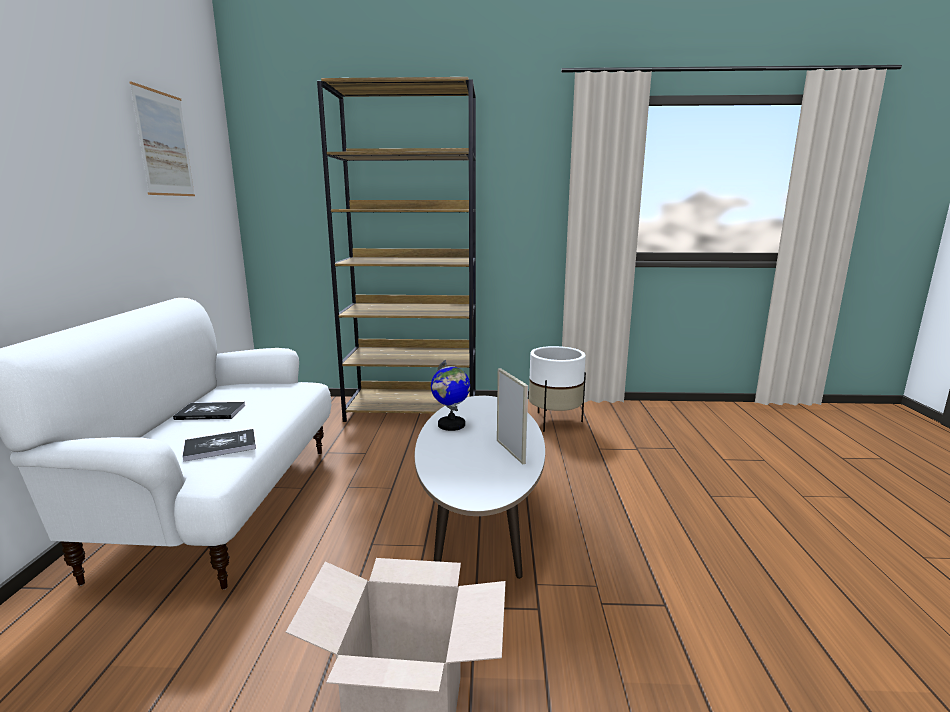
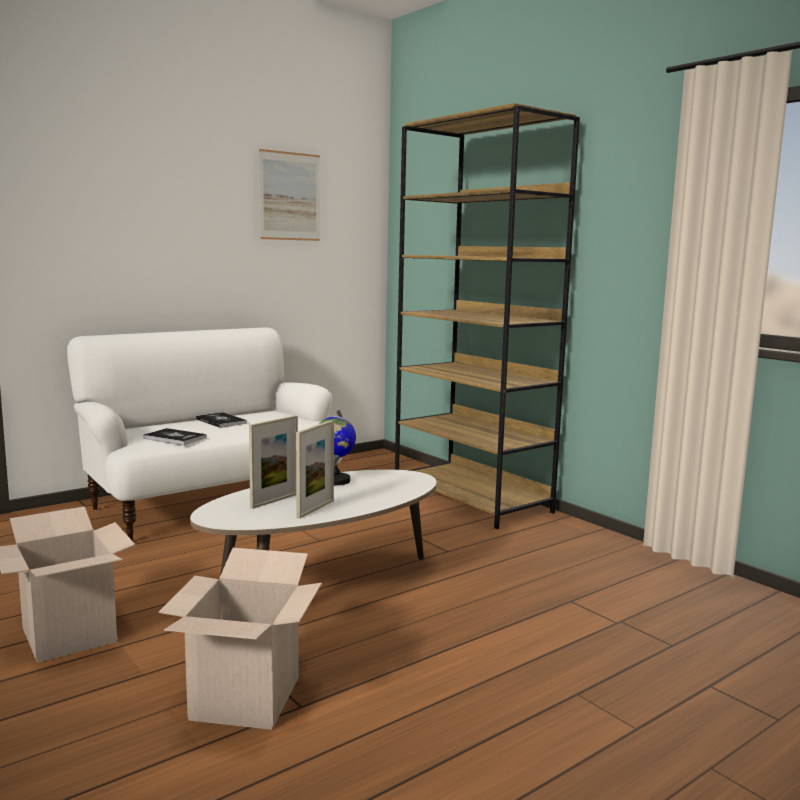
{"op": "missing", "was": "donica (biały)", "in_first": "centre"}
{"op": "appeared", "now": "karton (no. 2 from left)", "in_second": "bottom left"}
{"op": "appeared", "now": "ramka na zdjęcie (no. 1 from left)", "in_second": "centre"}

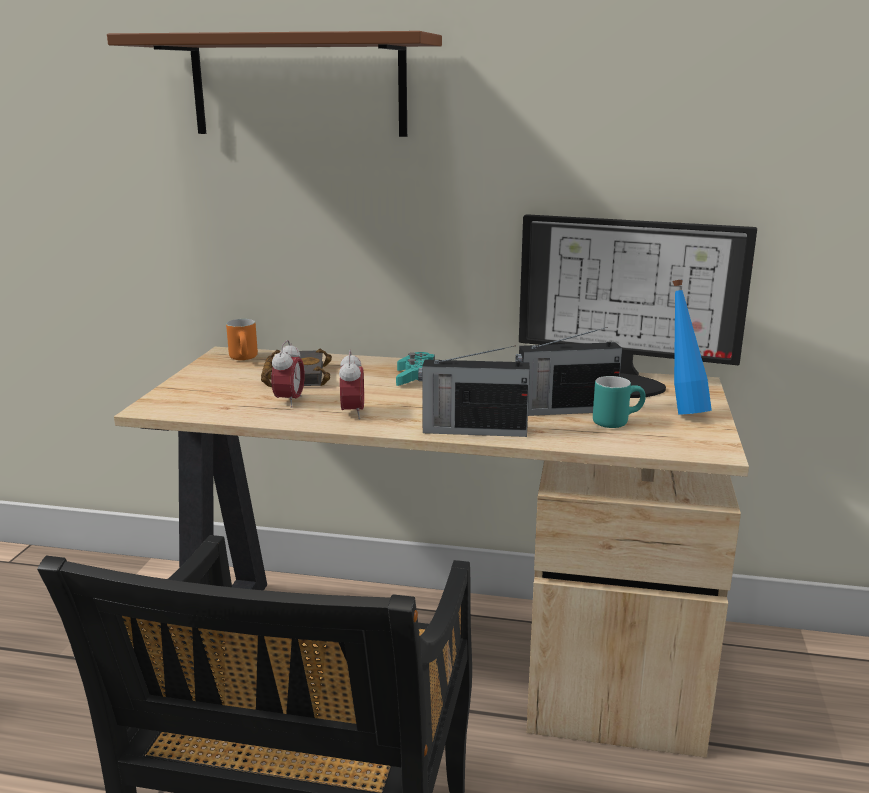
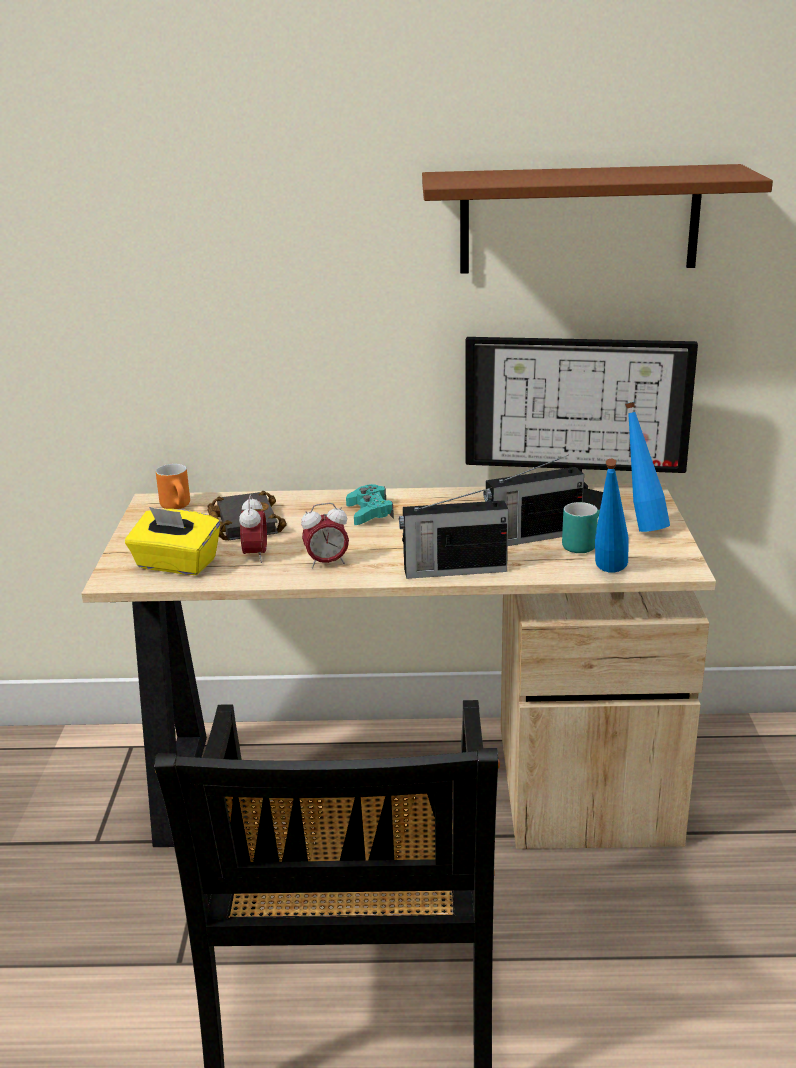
{"op": "appeared", "now": "pudełko chusteczek (żółty)", "in_second": "middle left"}
{"op": "appeared", "now": "butelka (niebieski) (no. 1 from left)", "in_second": "middle right"}
{"op": "relocated", "was": "półka (brązowy)", "in_first": "top left", "in_second": "top right"}
{"op": "spun", "was": "budzik (no. 2 from left)", "in_first": "centre", "in_second": "centre", "clockwise": 90}

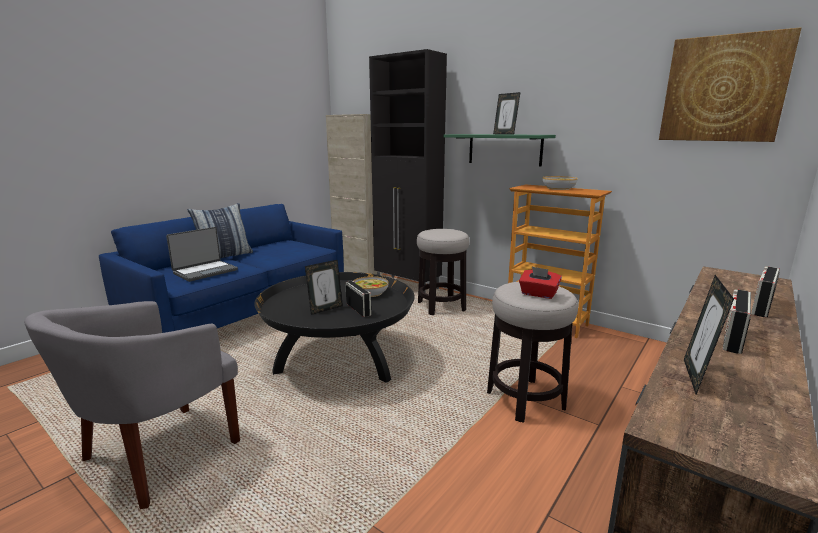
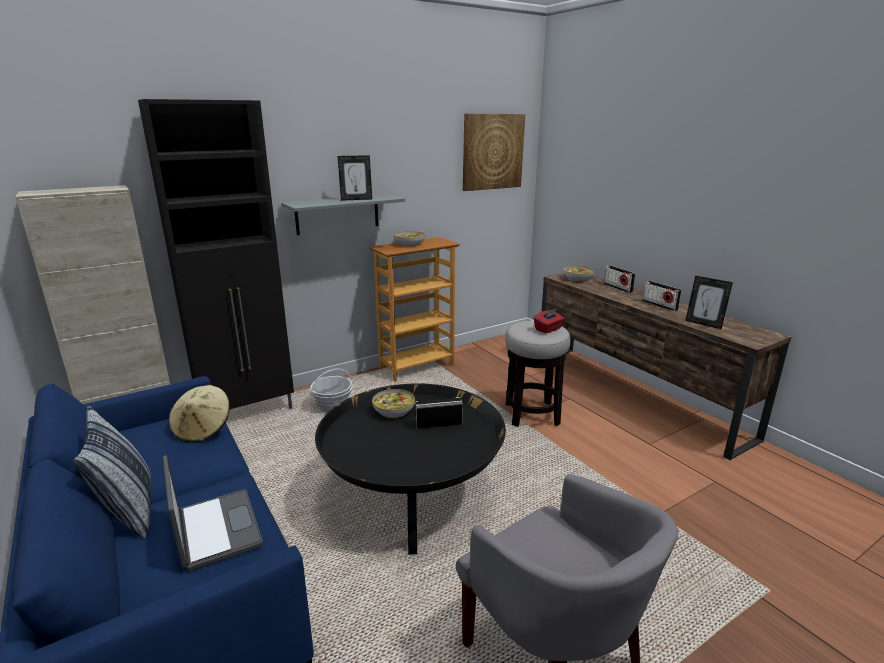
{"op": "missing", "was": "ramka na zdjęcie (no. 1 from left)", "in_first": "centre"}
{"op": "appeared", "now": "kapelusz (beżowy)", "in_second": "middle left"}
{"op": "appeared", "now": "miska (no. 3 from left)", "in_second": "centre"}
{"op": "exchanged", "was": "stołek (no. 1 from left)", "now": "koszyk", "in_first": "centre", "in_second": "centre"}
{"op": "colour", "was": "półka (zielony)", "now": "półka (szary)", "in_first": "top centre", "in_second": "top centre"}

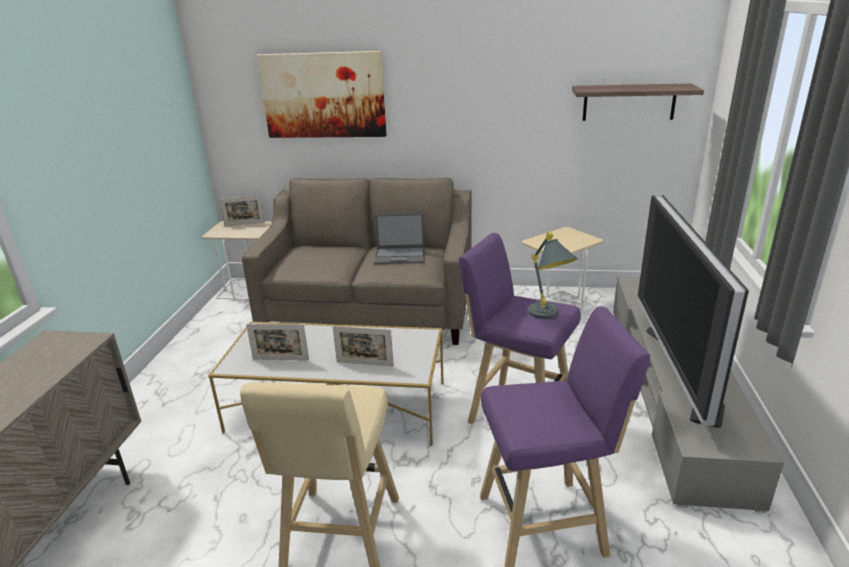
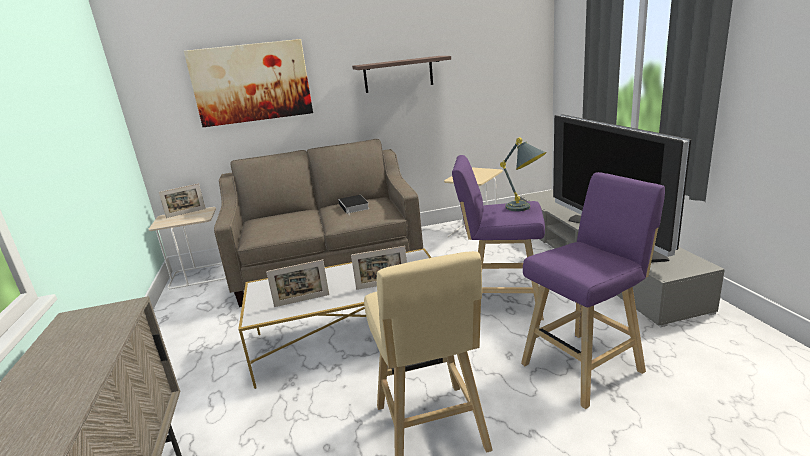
{"op": "relocated", "was": "półka", "in_first": "top right", "in_second": "top centre"}
{"op": "exchanged", "was": "laptop", "now": "książka", "in_first": "centre", "in_second": "centre"}

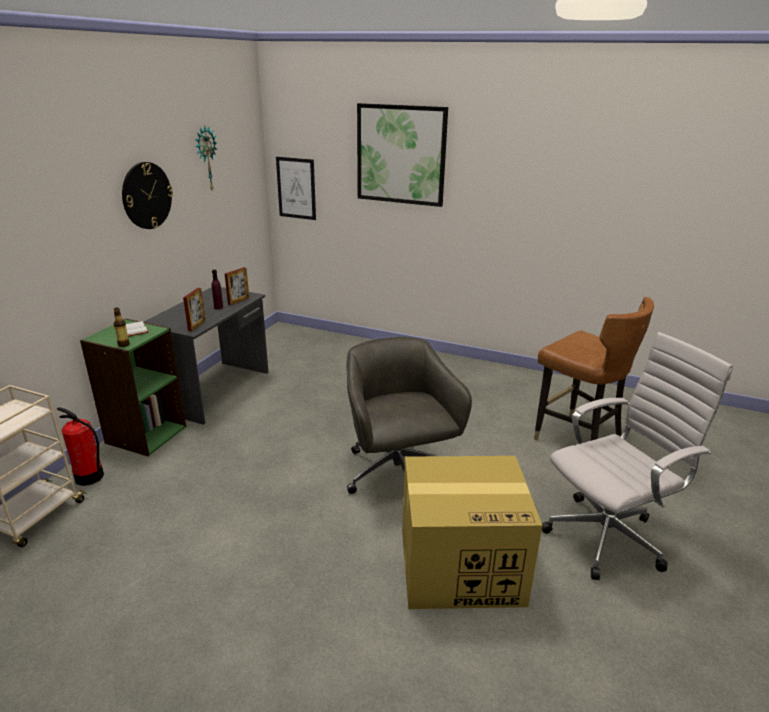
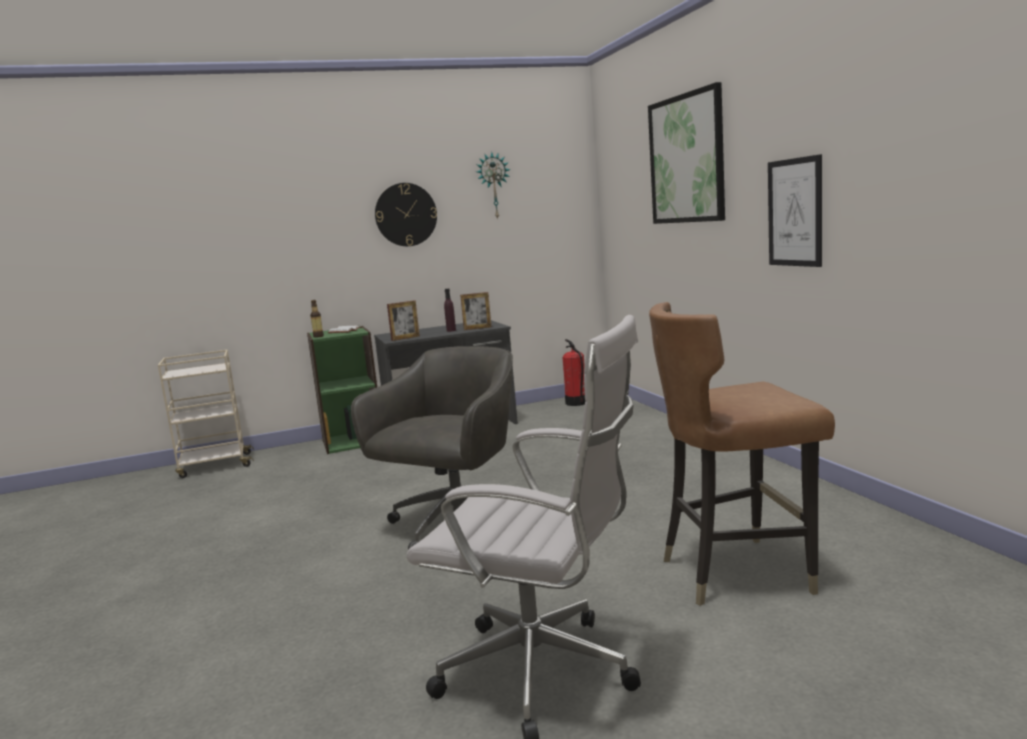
{"op": "missing", "was": "karton", "in_first": "bottom centre"}
{"op": "relocated", "was": "gaśnica", "in_first": "middle left", "in_second": "centre"}
{"op": "relocated", "was": "obraz (no. 1 from left in the first image)", "now": "obraz (no. 2 from left)", "in_first": "top centre", "in_second": "top right"}
{"op": "spun", "was": "krzesło (brązowy)", "in_first": "middle right", "in_second": "middle right", "clockwise": 75}

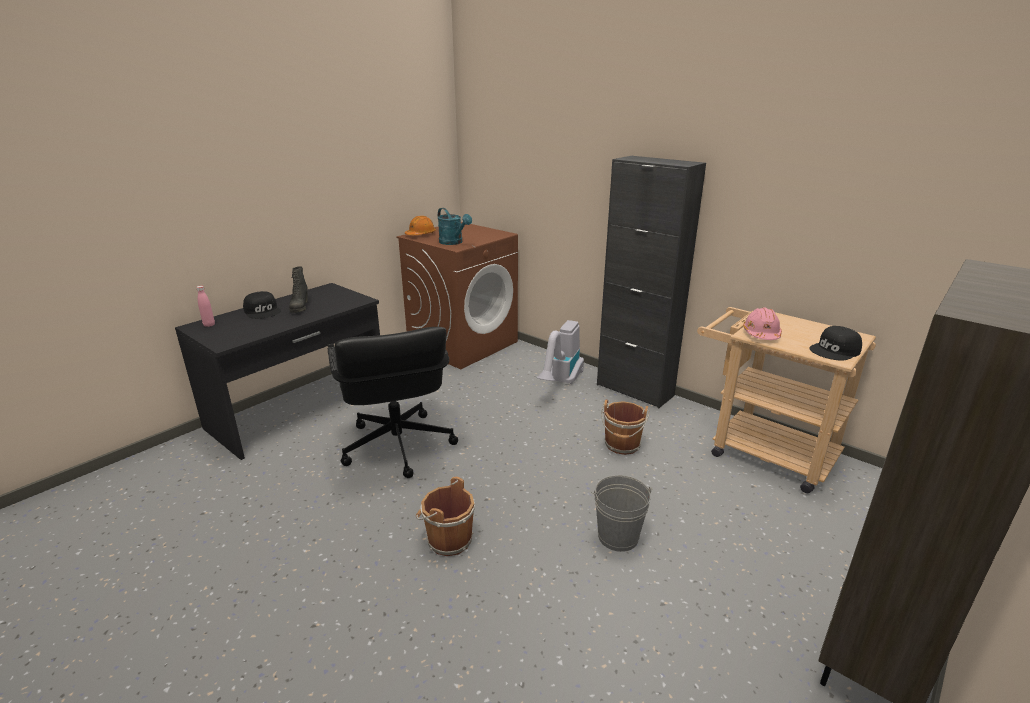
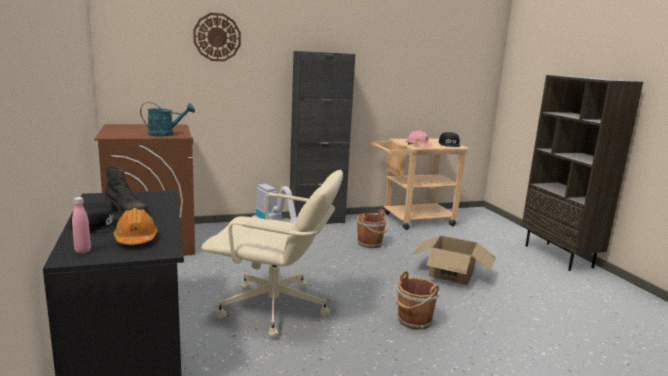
{"op": "appeared", "now": "zegar ścienny", "in_second": "top left"}
{"op": "relocated", "was": "kask (pomarańczowy)", "in_first": "top centre", "in_second": "middle left"}
{"op": "exchanged", "was": "wiadro (szary)", "now": "karton", "in_first": "bottom centre", "in_second": "bottom right"}
{"op": "colour", "was": "krzesło biurowe (czarny)", "now": "krzesło biurowe (beżowy)", "in_first": "centre", "in_second": "bottom centre"}

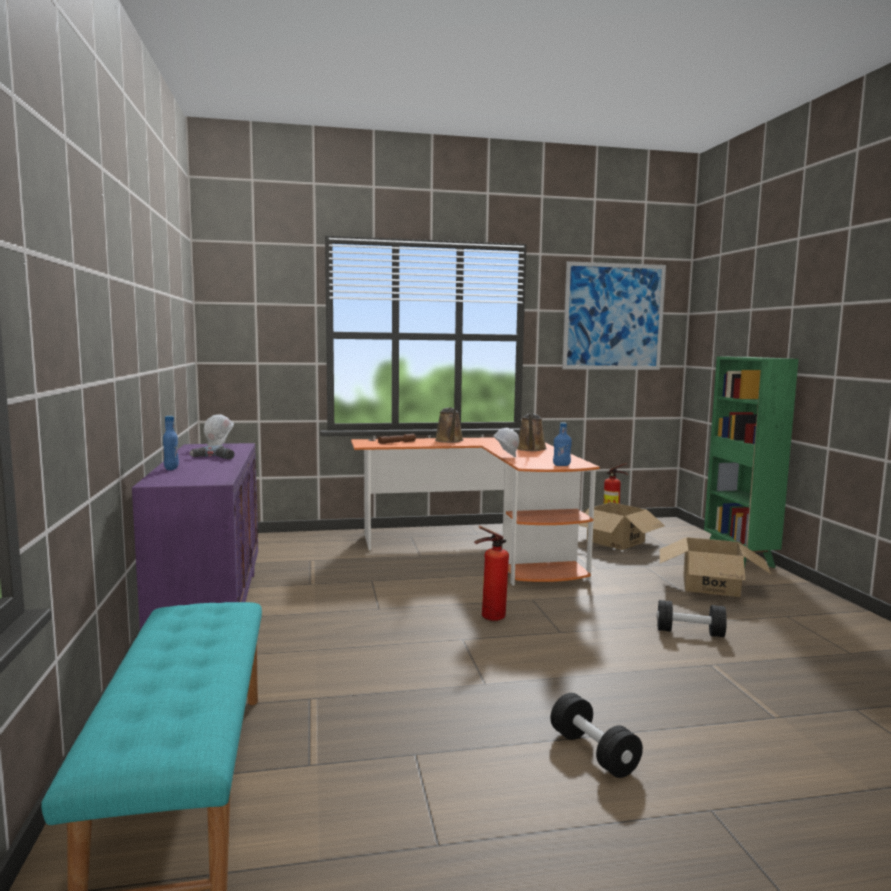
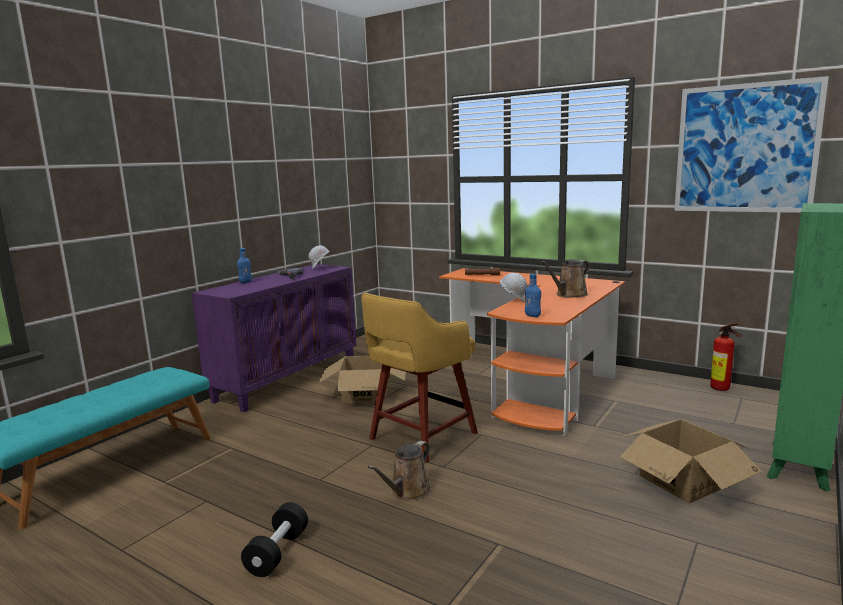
{"op": "missing", "was": "hantel (czarny) (no. 2 from left)", "in_first": "bottom right"}
{"op": "relocated", "was": "konewka (brązowy) (no. 1 from left)", "in_first": "centre", "in_second": "bottom centre"}
{"op": "relocated", "was": "karton (no. 1 from left)", "in_first": "middle right", "in_second": "centre"}
{"op": "exchanged", "was": "gaśnica (no. 1 from left)", "now": "stołek (żółty)", "in_first": "centre", "in_second": "centre"}

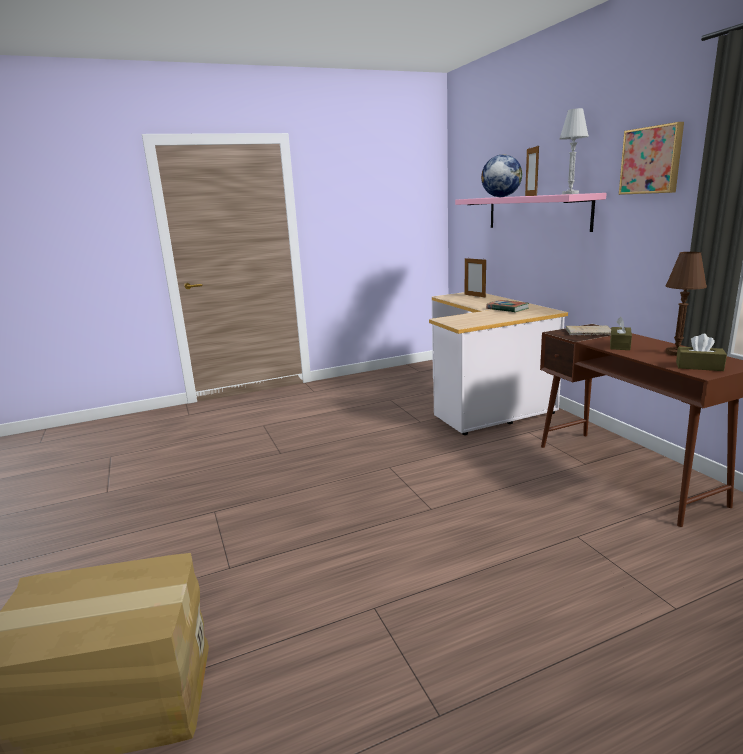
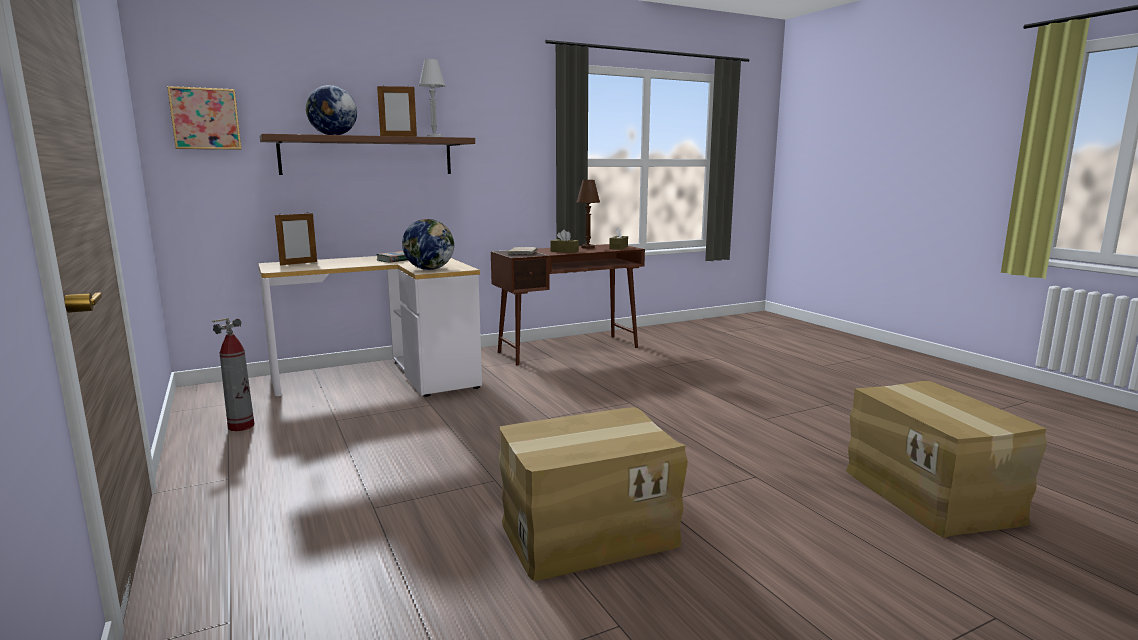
{"op": "appeared", "now": "gaśnica", "in_second": "middle left"}
{"op": "appeared", "now": "globus (no. 2 from left)", "in_second": "centre"}
{"op": "appeared", "now": "karton (no. 1 from left)", "in_second": "bottom centre"}
{"op": "relocated", "was": "obraz", "in_first": "top right", "in_second": "top left"}
{"op": "colour", "was": "półka (różowy)", "now": "półka (brązowy)", "in_first": "top right", "in_second": "top left"}

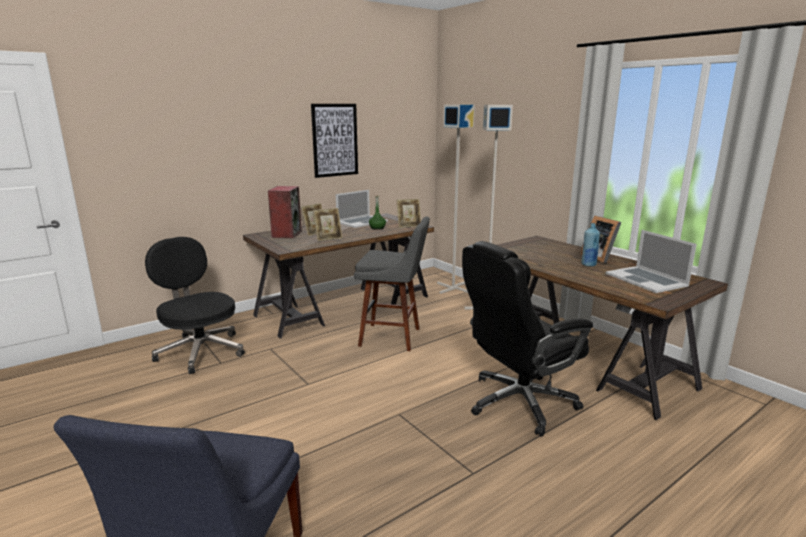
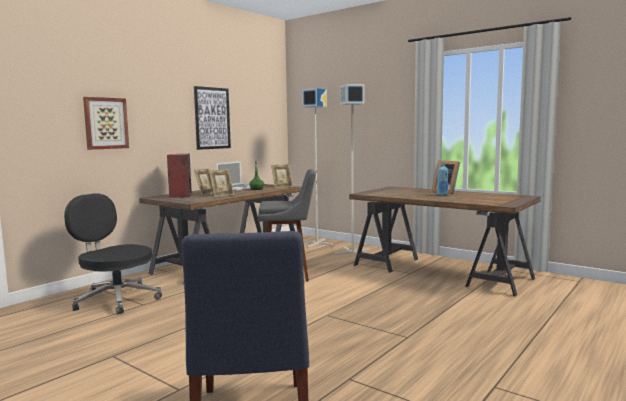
{"op": "missing", "was": "krzesło biurowe (czarny) (no. 2 from left)", "in_first": "centre"}
{"op": "missing", "was": "laptop (no. 2 from left)", "in_first": "middle right"}
{"op": "appeared", "now": "obraz (no. 1 from left)", "in_second": "top left"}

